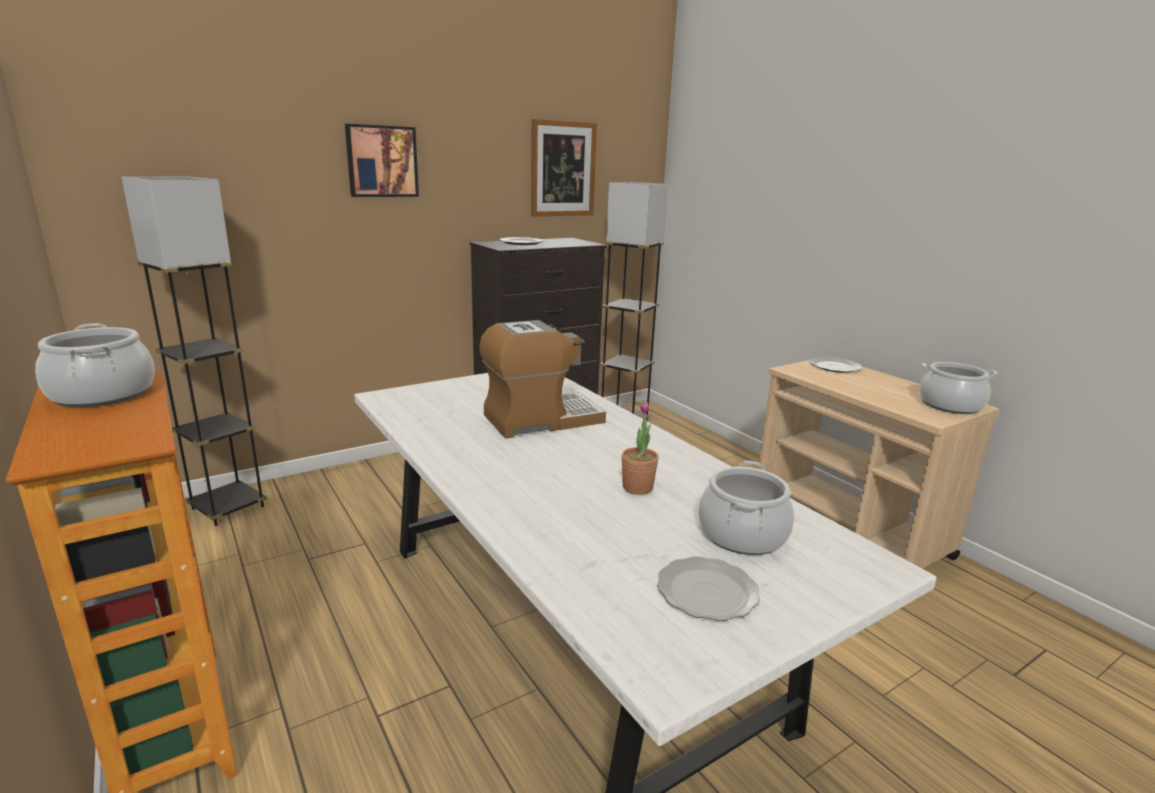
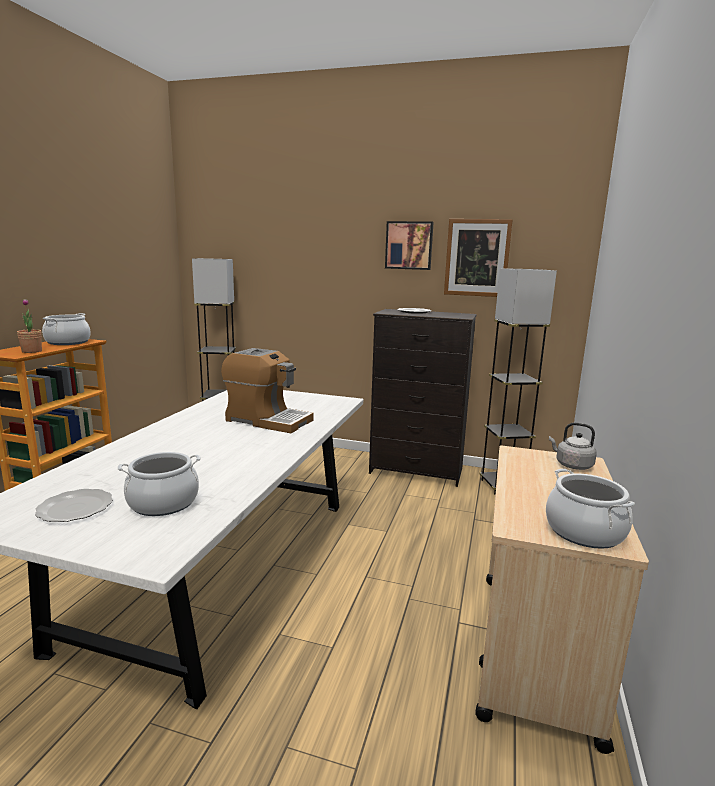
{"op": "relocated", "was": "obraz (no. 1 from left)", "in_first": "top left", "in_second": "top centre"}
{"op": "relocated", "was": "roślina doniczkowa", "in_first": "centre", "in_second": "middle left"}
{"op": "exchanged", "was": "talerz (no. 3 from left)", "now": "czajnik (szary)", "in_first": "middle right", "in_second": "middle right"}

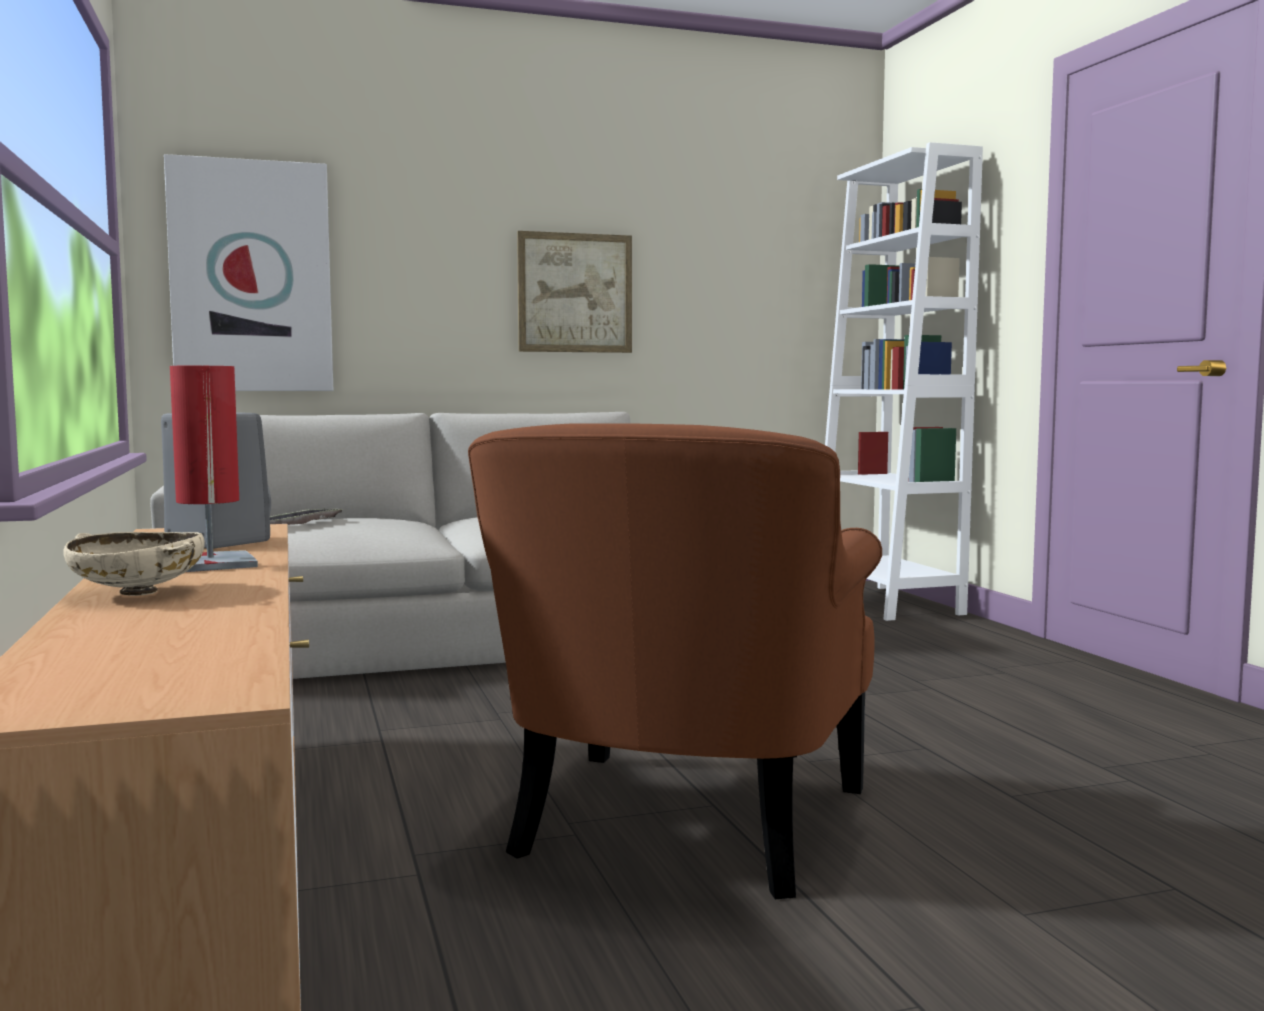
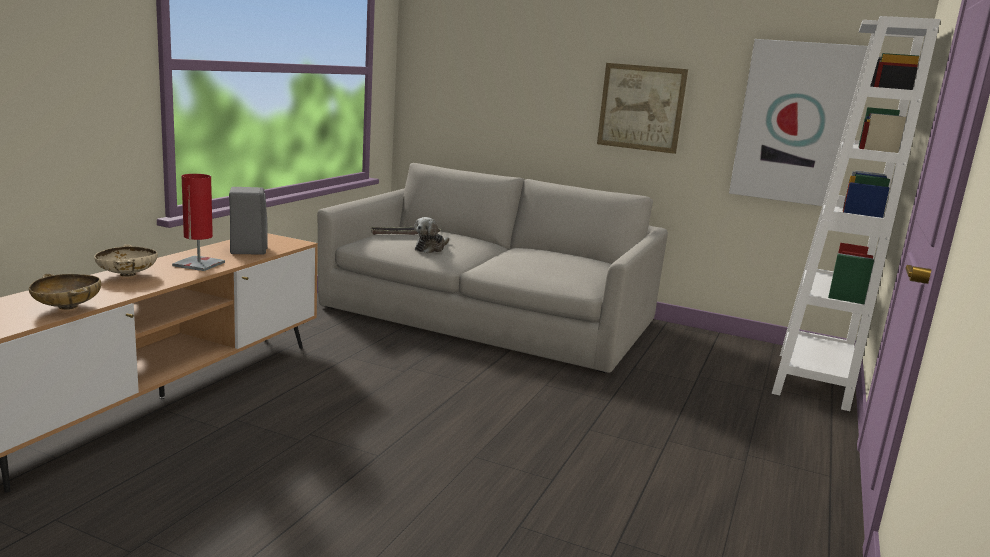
{"op": "missing", "was": "fotel (brązowy)", "in_first": "centre"}
{"op": "appeared", "now": "miska (beżowy) (no. 1 from left)", "in_second": "middle left"}
{"op": "appeared", "now": "pluszak", "in_second": "centre"}
{"op": "relocated", "was": "obraz (no. 1 from left in the first image)", "now": "obraz (no. 2 from left)", "in_first": "top left", "in_second": "top right"}

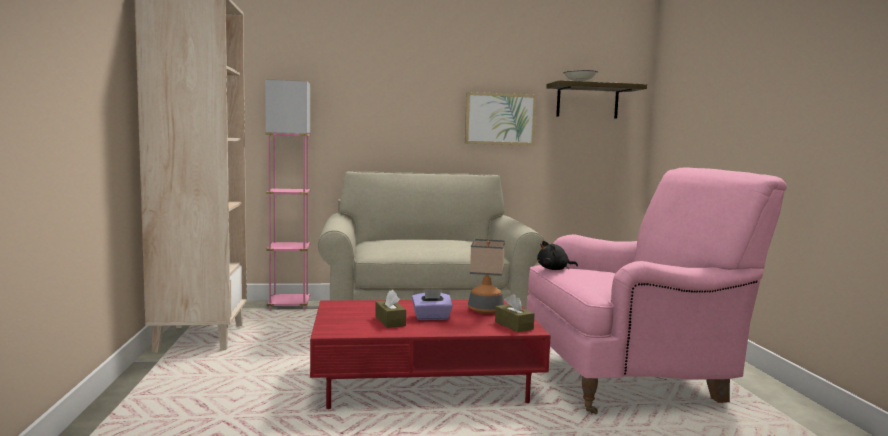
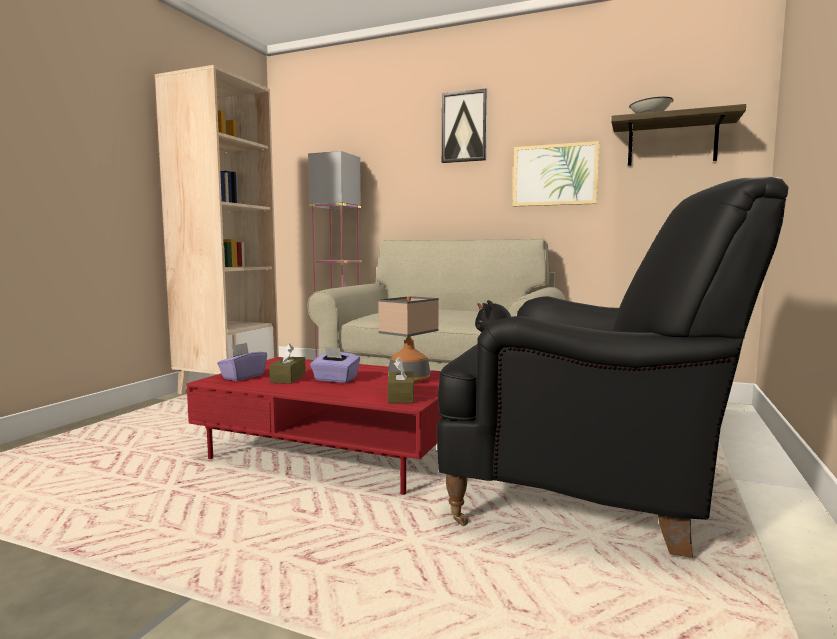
{"op": "appeared", "now": "pudełko chusteczek (fioletowy) (no. 1 from left)", "in_second": "middle left"}
{"op": "appeared", "now": "obraz (no. 1 from left)", "in_second": "top centre"}
{"op": "colour", "was": "fotel (różowy)", "now": "fotel (czarny)", "in_first": "middle right", "in_second": "middle right"}

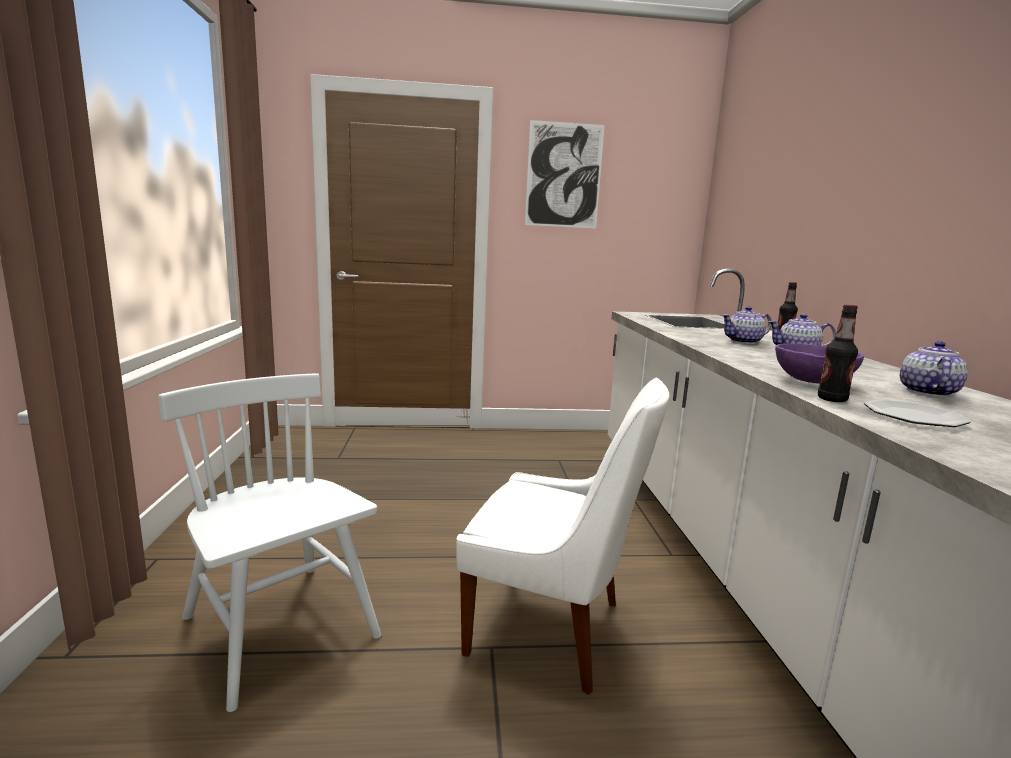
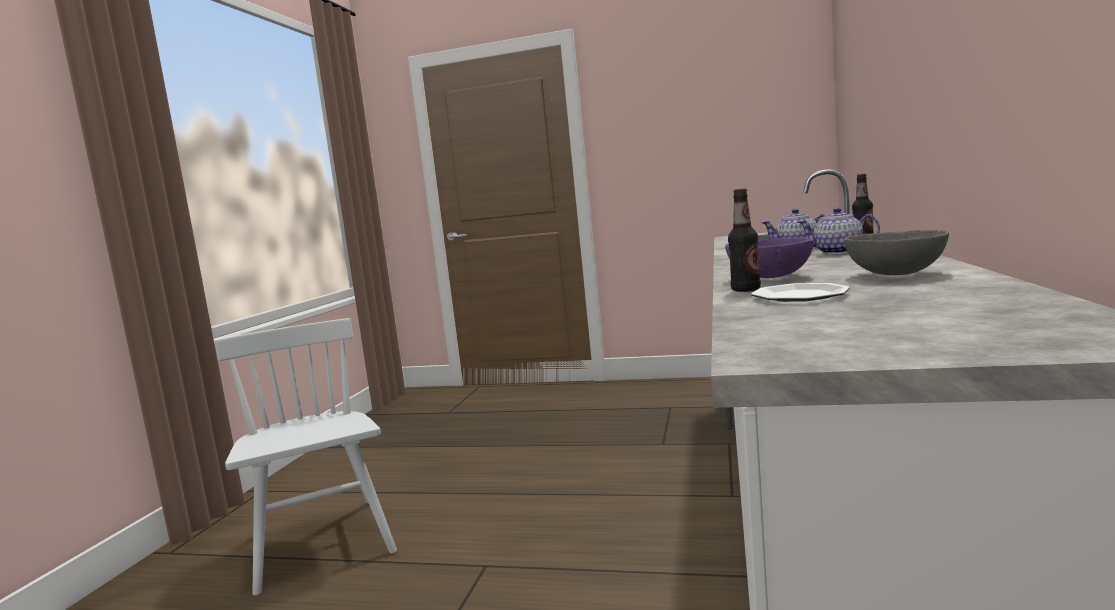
{"op": "missing", "was": "krzesło (biały) (no. 2 from left)", "in_first": "bottom centre"}
{"op": "missing", "was": "obraz", "in_first": "top centre"}
{"op": "exchanged", "was": "imbryk (no. 3 from left)", "now": "miska (szary)", "in_first": "middle right", "in_second": "middle right"}

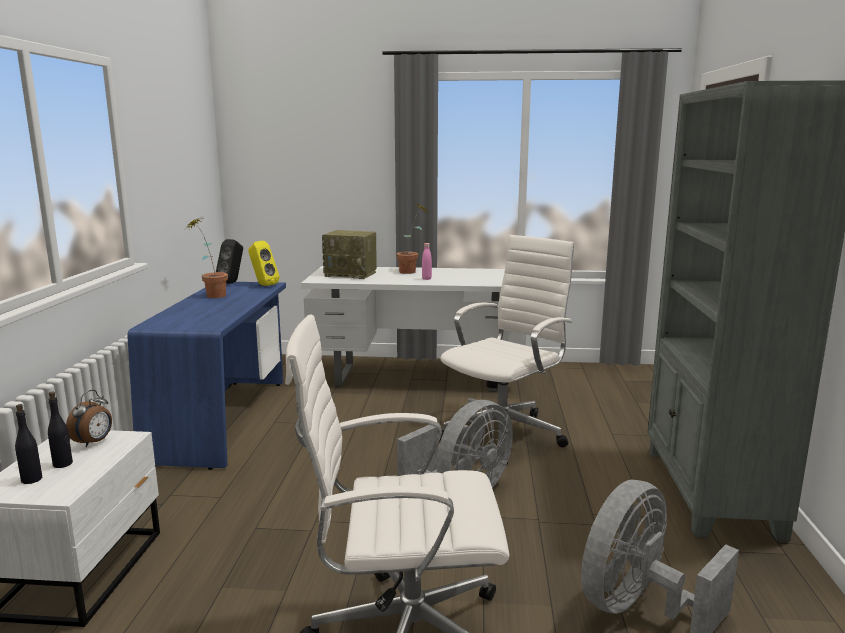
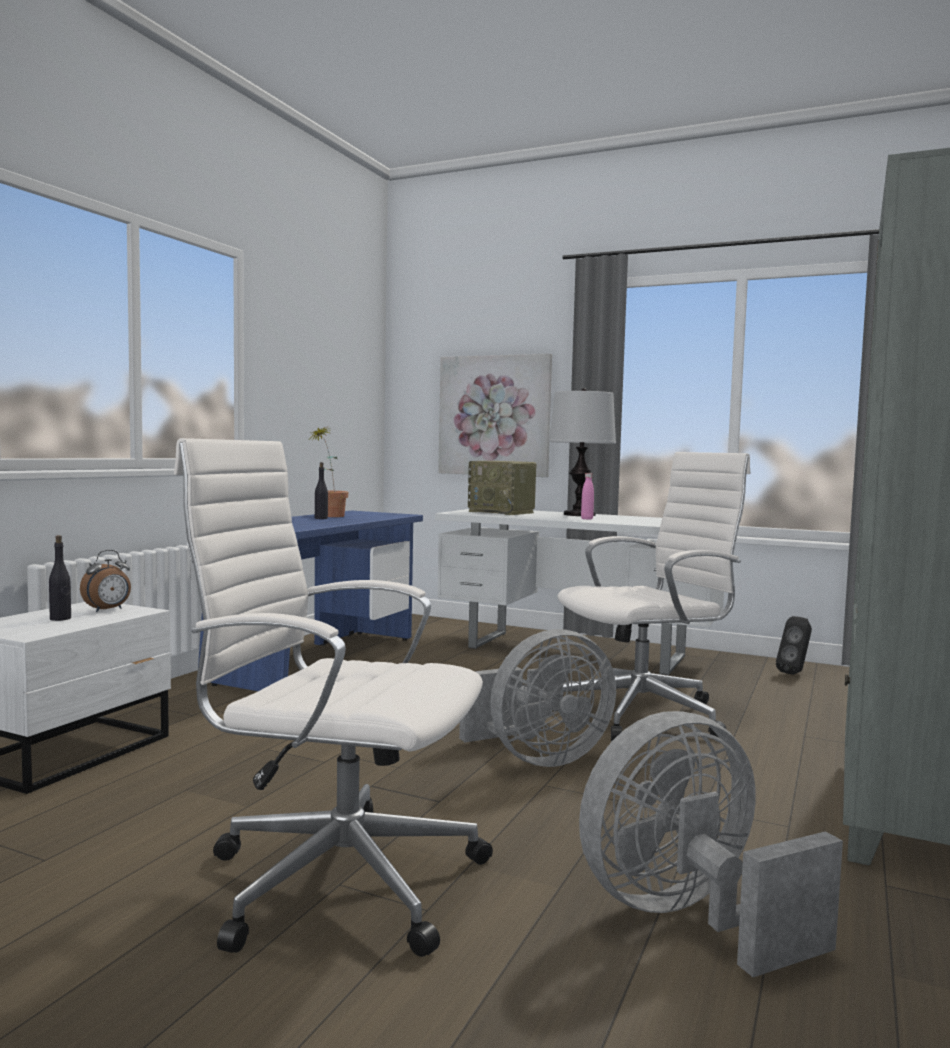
{"op": "missing", "was": "głośnik (żółty)", "in_first": "middle left"}
{"op": "appeared", "now": "obraz", "in_second": "centre"}
{"op": "relocated", "was": "butelka (czarny) (no. 1 from left in the first image)", "now": "butelka (czarny) (no. 2 from left)", "in_first": "bottom left", "in_second": "centre"}
{"op": "relocated", "was": "głośnik (czarny)", "in_first": "middle left", "in_second": "middle right"}
{"op": "exchanged", "was": "roślina doniczkowa (no. 2 from left)", "now": "lampa stołowa", "in_first": "centre", "in_second": "centre"}

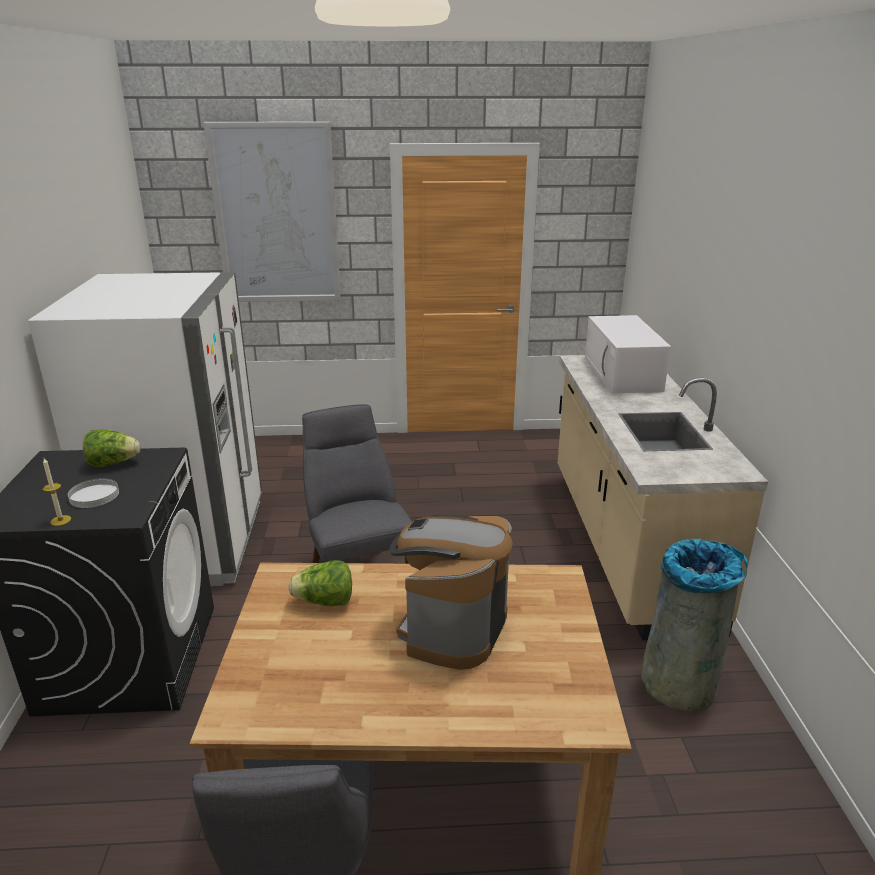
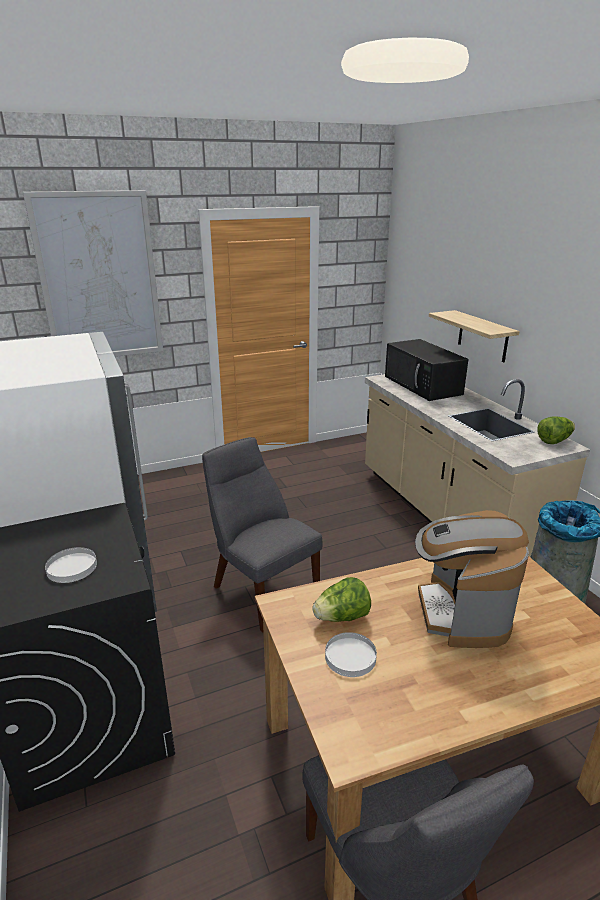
{"op": "missing", "was": "świeca", "in_first": "middle left"}
{"op": "appeared", "now": "talerz (biały) (no. 2 from left)", "in_second": "bottom centre"}
{"op": "appeared", "now": "półka", "in_second": "middle right"}
{"op": "relocated", "was": "sałata (no. 1 from left in the first image)", "now": "sałata (no. 2 from left)", "in_first": "middle left", "in_second": "middle right"}
{"op": "colour", "was": "mikrofalówka (biały)", "now": "mikrofalówka (czarny)", "in_first": "middle right", "in_second": "middle right"}

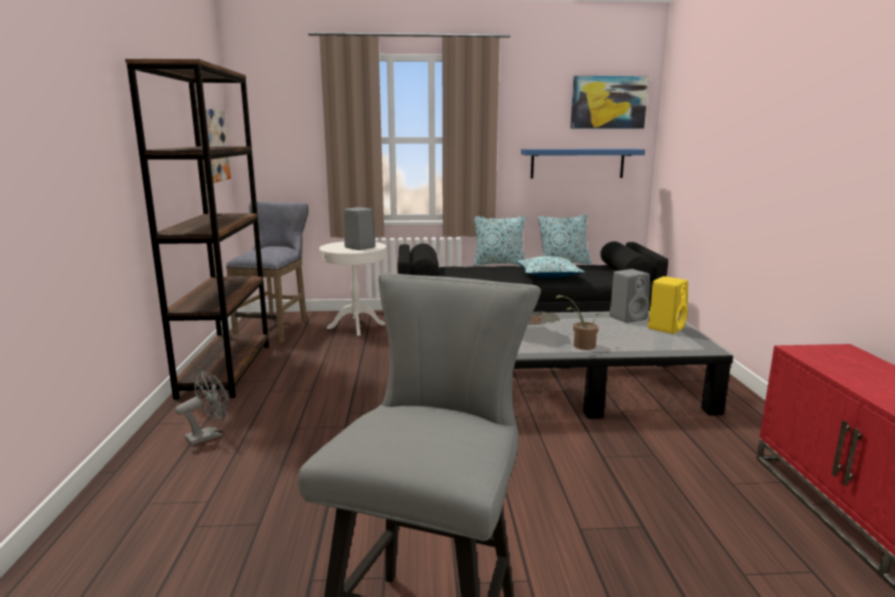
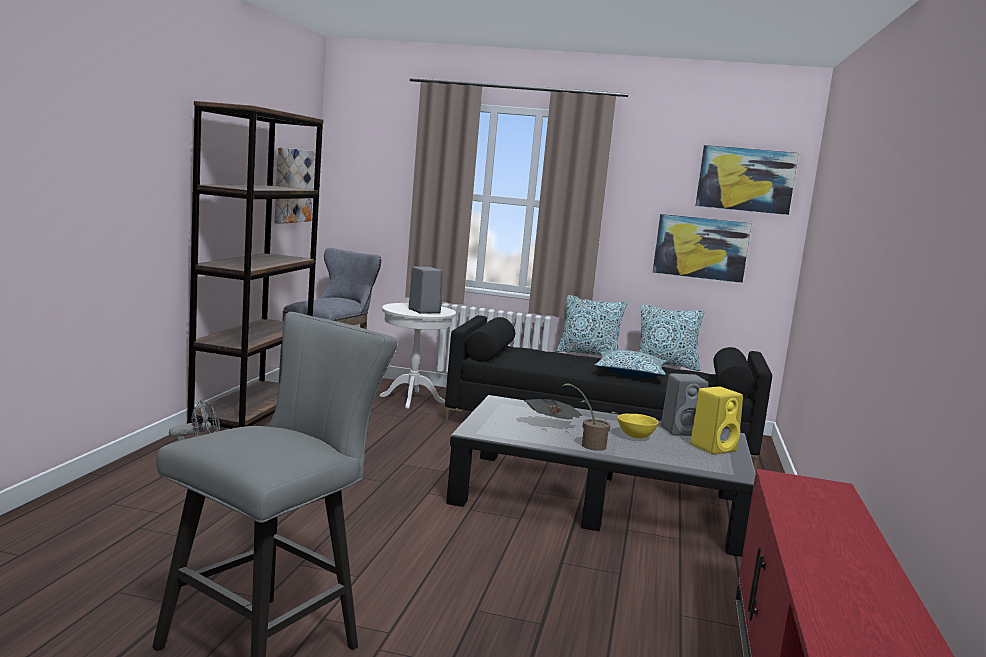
{"op": "appeared", "now": "miska (żółty)", "in_second": "centre"}
{"op": "exchanged", "was": "półka (niebieski)", "now": "obraz (no. 2 from left)", "in_first": "top centre", "in_second": "middle right"}

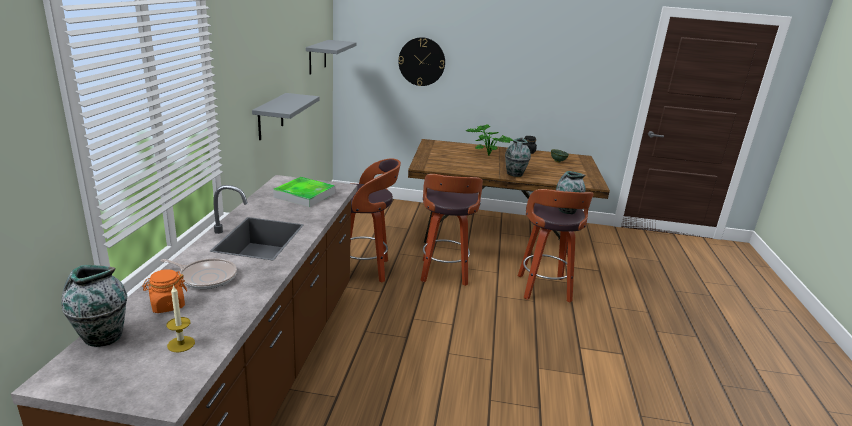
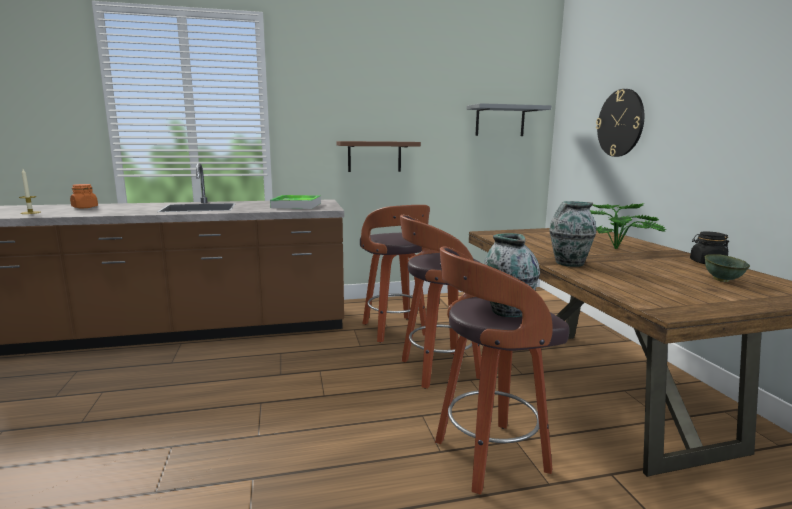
{"op": "missing", "was": "wazon (no. 1 from left)", "in_first": "bottom left"}
{"op": "missing", "was": "patelnia", "in_first": "middle left"}
{"op": "colour", "was": "półka (szary) (no. 1 from left)", "now": "półka (brązowy)", "in_first": "top centre", "in_second": "top centre"}

